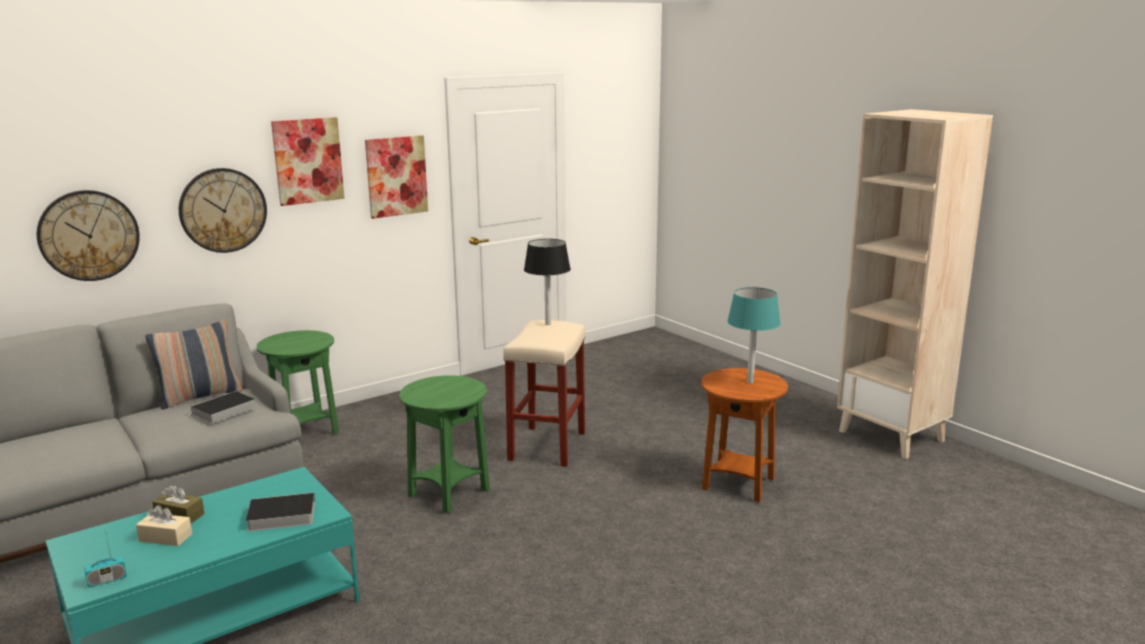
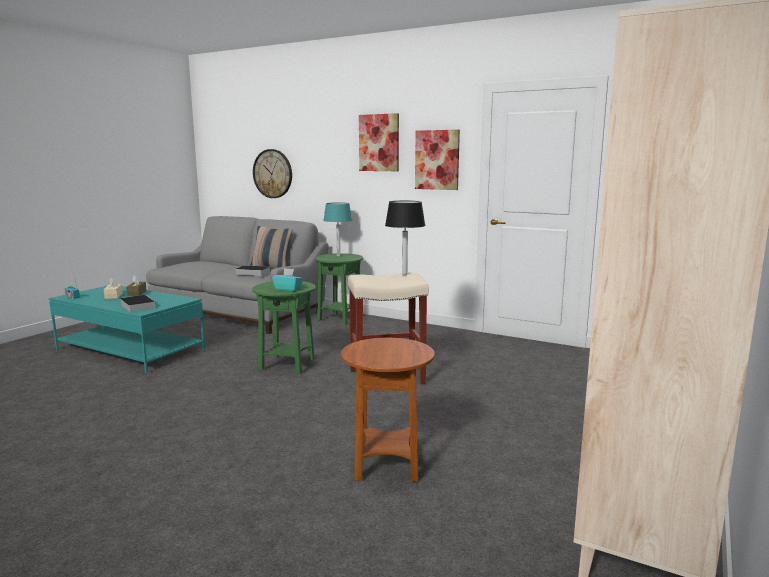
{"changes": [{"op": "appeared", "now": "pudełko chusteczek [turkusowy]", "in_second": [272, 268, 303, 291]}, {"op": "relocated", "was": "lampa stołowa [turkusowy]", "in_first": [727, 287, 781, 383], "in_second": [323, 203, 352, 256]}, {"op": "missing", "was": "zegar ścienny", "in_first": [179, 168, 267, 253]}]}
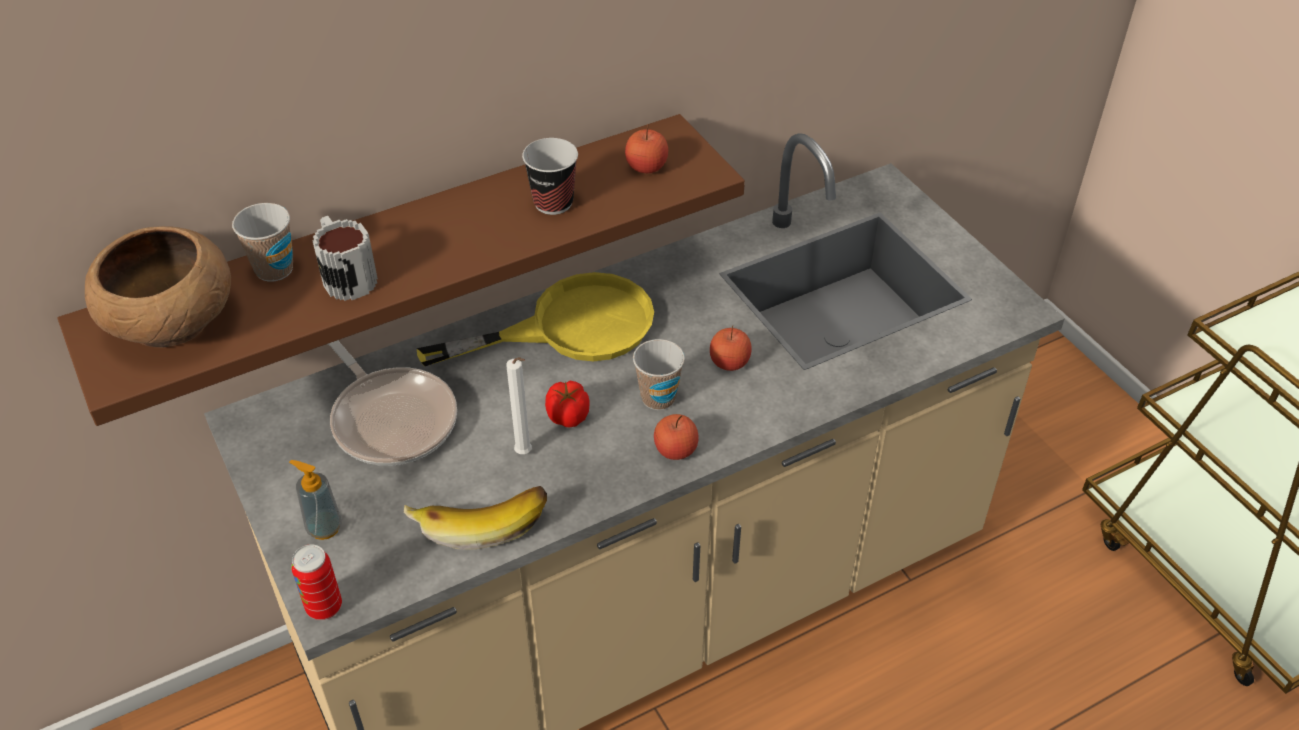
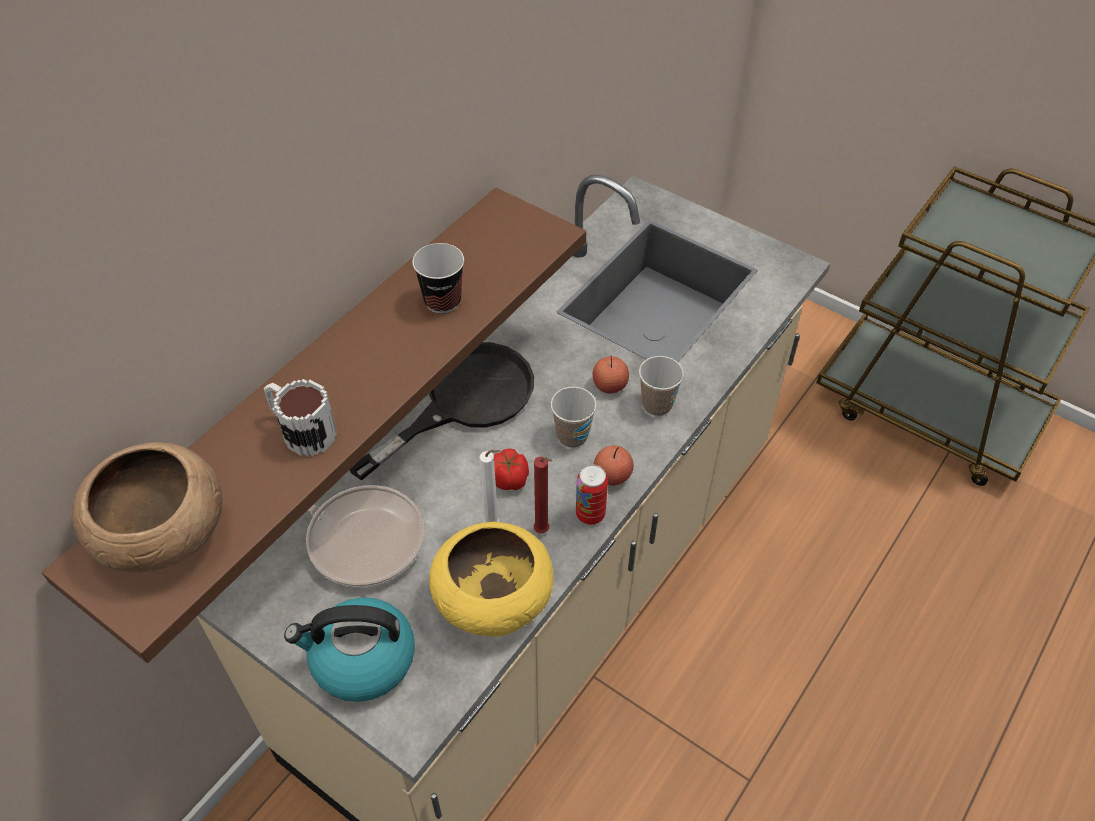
{"changes": [{"op": "exchanged", "was": "dozownik mydła", "now": "czajnik", "in_first": [289, 460, 342, 540], "in_second": [284, 597, 415, 702]}, {"op": "colour", "was": "patelnia [żółty]", "now": "patelnia [czarny]", "in_first": [417, 272, 654, 366], "in_second": [349, 342, 534, 481]}, {"op": "exchanged", "was": "banan", "now": "miska [żółty]", "in_first": [404, 486, 547, 550], "in_second": [429, 522, 553, 636]}, {"op": "appeared", "now": "świeca [czerwony]", "in_second": [534, 457, 553, 533]}, {"op": "relocated", "was": "puszka", "in_first": [291, 544, 342, 620], "in_second": [576, 464, 608, 525]}, {"op": "relocated", "was": "filiżanka", "in_first": [232, 203, 293, 282], "in_second": [639, 356, 684, 416]}, {"op": "missing", "was": "jabłko", "in_first": [625, 124, 668, 173]}]}
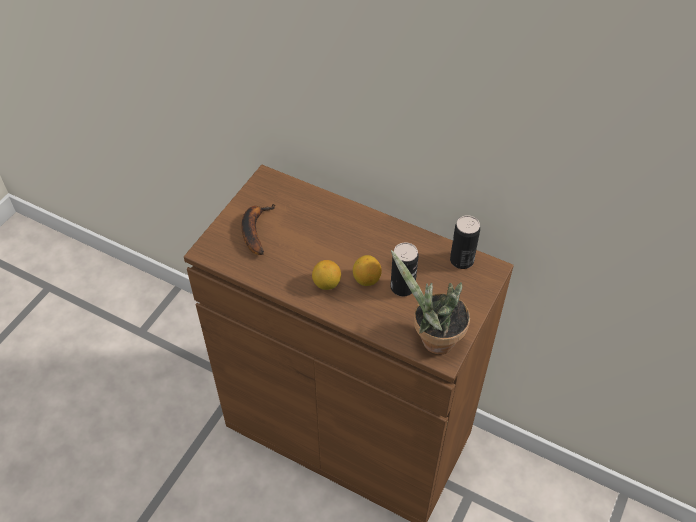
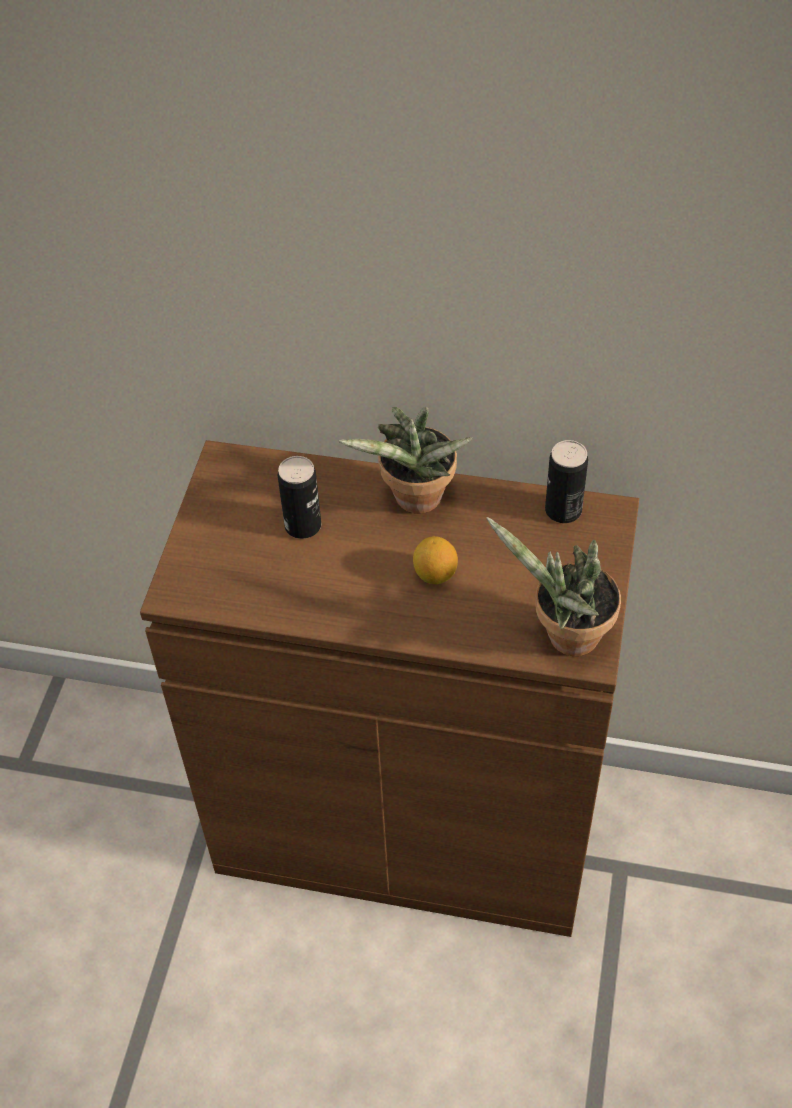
{"changes": [{"op": "relocated", "was": "puszka", "in_first": [391, 242, 419, 296], "in_second": [278, 456, 321, 539]}, {"op": "appeared", "now": "roślina doniczkowa", "in_second": [338, 407, 473, 514]}, {"op": "missing", "was": "banan", "in_first": [241, 204, 276, 255]}, {"op": "missing", "was": "cytryna", "in_first": [312, 260, 341, 290]}]}
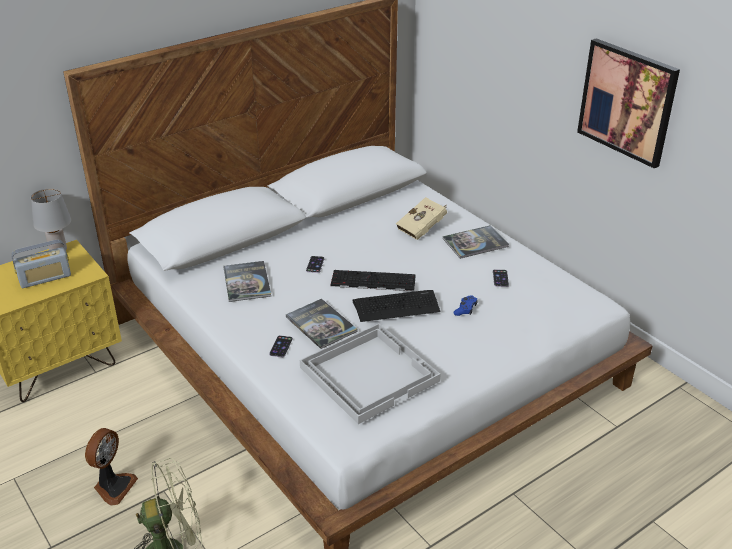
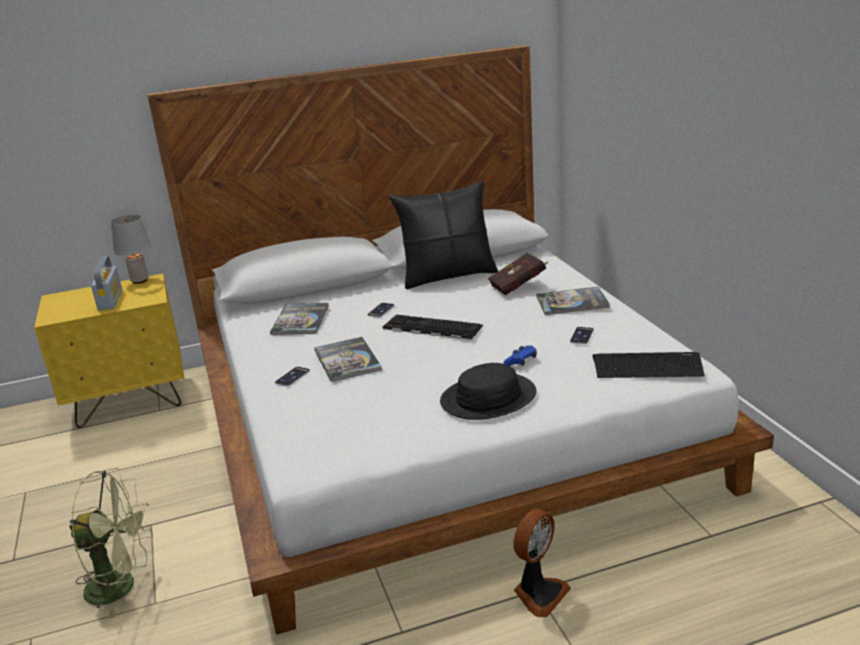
{"changes": [{"op": "spun", "was": "radio", "in_first": [11, 240, 71, 288], "in_second": [91, 256, 122, 311], "clockwise": -90}, {"op": "appeared", "now": "poduszka [czarny]", "in_second": [389, 181, 498, 289]}, {"op": "appeared", "now": "kapelusz [czarny]", "in_second": [440, 363, 537, 420]}, {"op": "colour", "was": "książka [beżowy]", "now": "książka [czerwony]", "in_first": [396, 197, 447, 240], "in_second": [488, 252, 549, 296]}, {"op": "relocated", "was": "wentylator", "in_first": [85, 428, 138, 506], "in_second": [513, 509, 571, 617]}, {"op": "relocated", "was": "klawiatura", "in_first": [352, 290, 440, 322], "in_second": [593, 352, 705, 378]}, {"op": "missing", "was": "taca [biały]", "in_first": [300, 324, 440, 424]}, {"op": "missing", "was": "obraz", "in_first": [577, 38, 680, 168]}]}
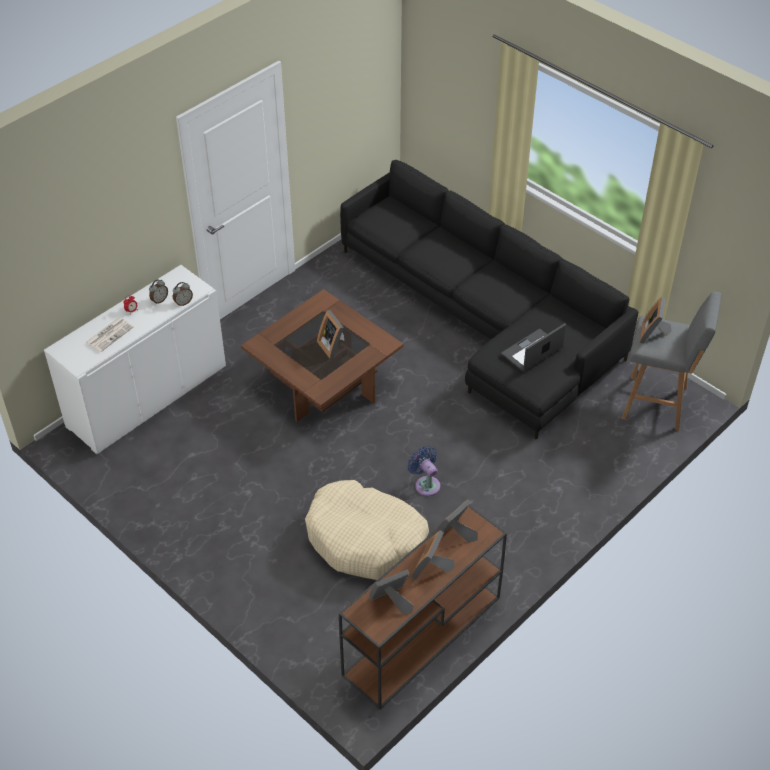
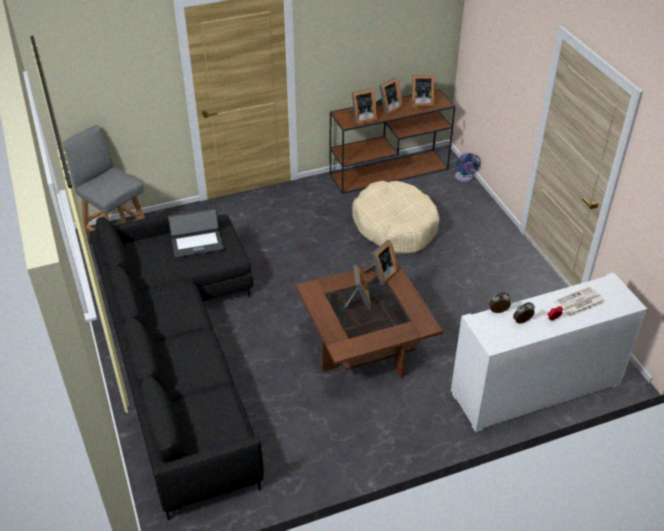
{"changes": [{"op": "relocated", "was": "ramka na zdjęcie", "in_first": [640, 297, 672, 344], "in_second": [364, 240, 399, 285]}, {"op": "relocated", "was": "wentylator [niebieski]", "in_first": [407, 446, 440, 496], "in_second": [455, 153, 480, 182]}]}
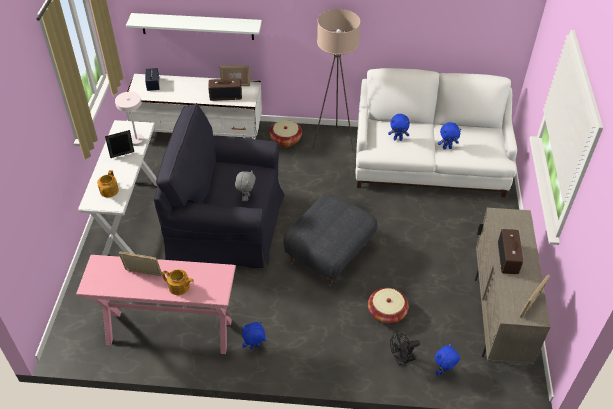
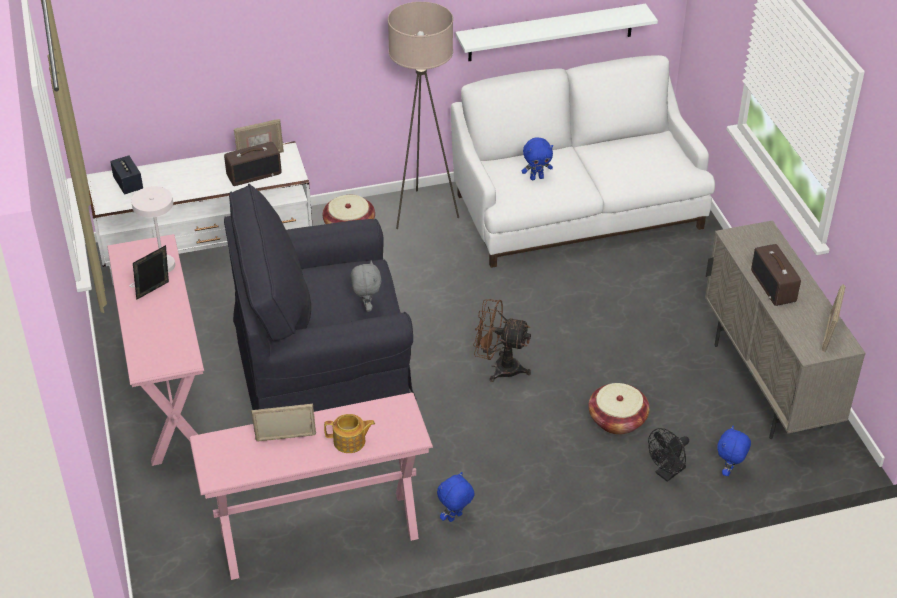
{"changes": [{"op": "colour", "was": "stolik konsolowy [biały]", "now": "stolik konsolowy [różowy]", "in_first": [78, 120, 157, 256], "in_second": [107, 234, 204, 466]}, {"op": "relocated", "was": "półka [biały]", "in_first": [126, 13, 262, 40], "in_second": [456, 4, 658, 61]}, {"op": "exchanged", "was": "pufa [szary]", "now": "wentylator [brązowy]", "in_first": [283, 194, 377, 287], "in_second": [473, 299, 531, 382]}, {"op": "missing", "was": "imbryk", "in_first": [97, 170, 119, 198]}, {"op": "missing", "was": "pluszak [niebieski]", "in_first": [438, 122, 461, 150]}]}
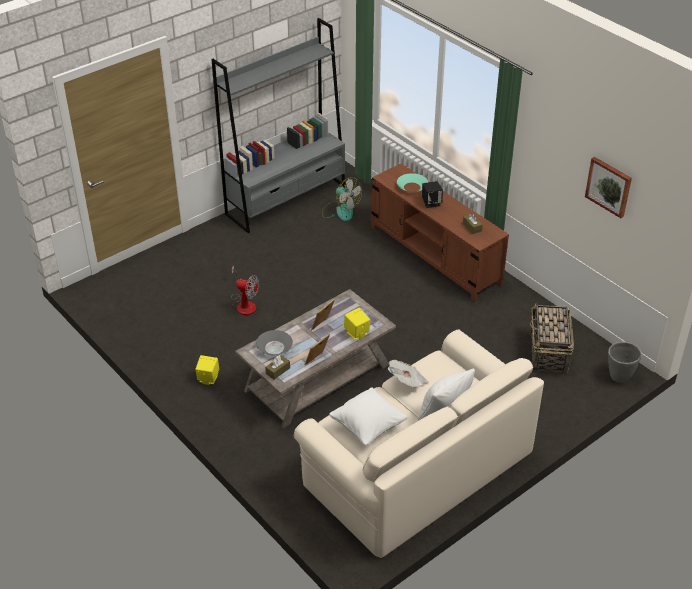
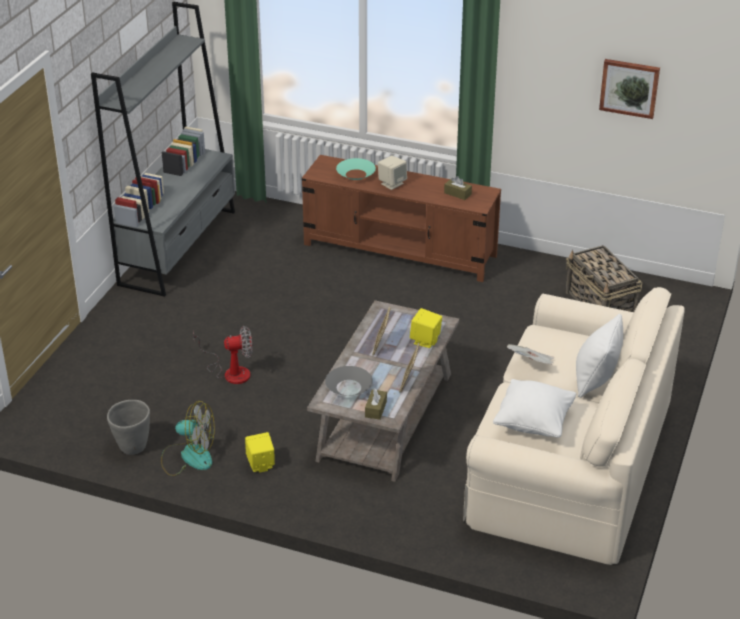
{"changes": [{"op": "relocated", "was": "donica [szary]", "in_first": [608, 342, 642, 383], "in_second": [107, 400, 150, 455]}, {"op": "relocated", "was": "wentylator", "in_first": [322, 177, 362, 221], "in_second": [161, 401, 215, 476]}, {"op": "colour", "was": "głośnik [czarny]", "now": "głośnik [beżowy]", "in_first": [422, 181, 443, 208], "in_second": [378, 156, 407, 190]}]}
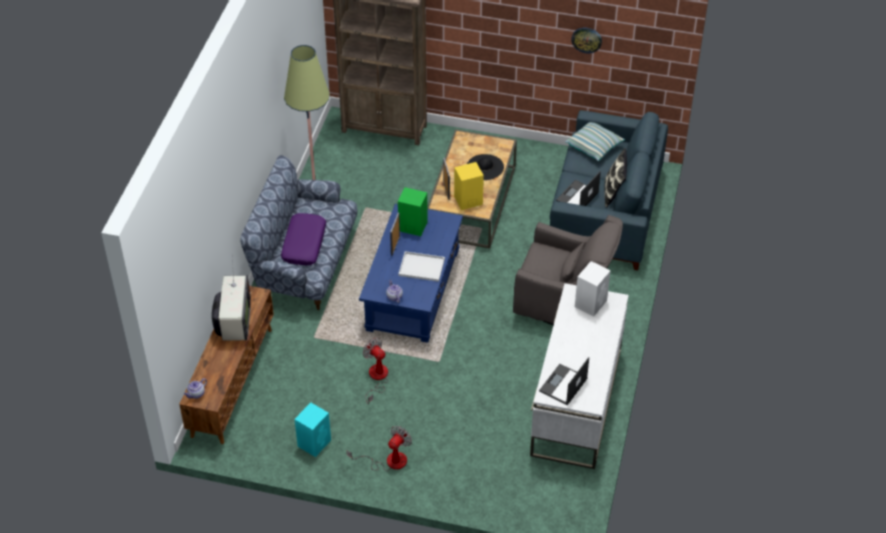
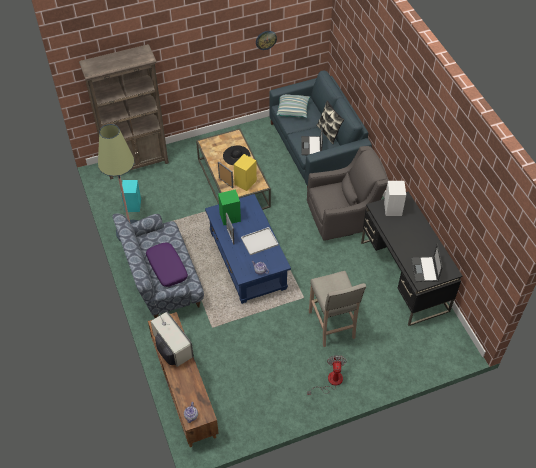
{"changes": [{"op": "relocated", "was": "głośnik [turkusowy]", "in_first": [295, 402, 331, 457], "in_second": [121, 180, 141, 212]}, {"op": "appeared", "now": "stołek [beżowy]", "in_second": [309, 271, 366, 347]}, {"op": "colour", "was": "biurko [biały]", "now": "biurko [czarny]", "in_first": [530, 283, 629, 469], "in_second": [361, 192, 463, 326]}, {"op": "missing", "was": "wentylator", "in_first": [363, 338, 388, 404]}]}
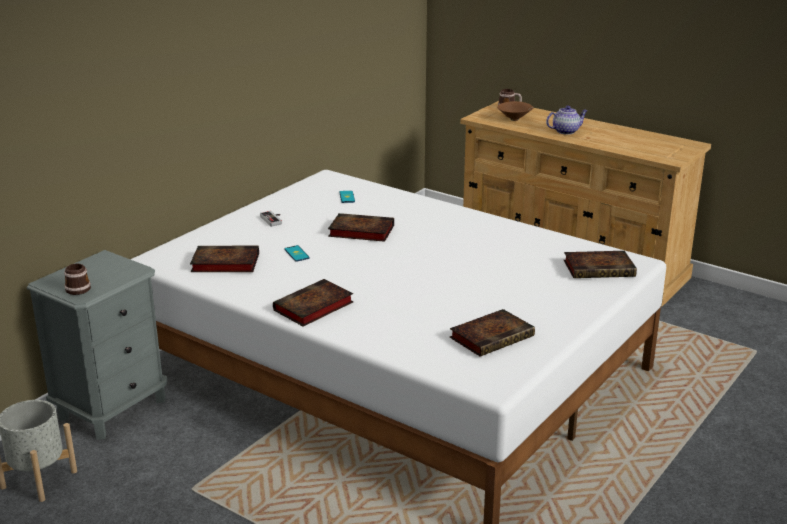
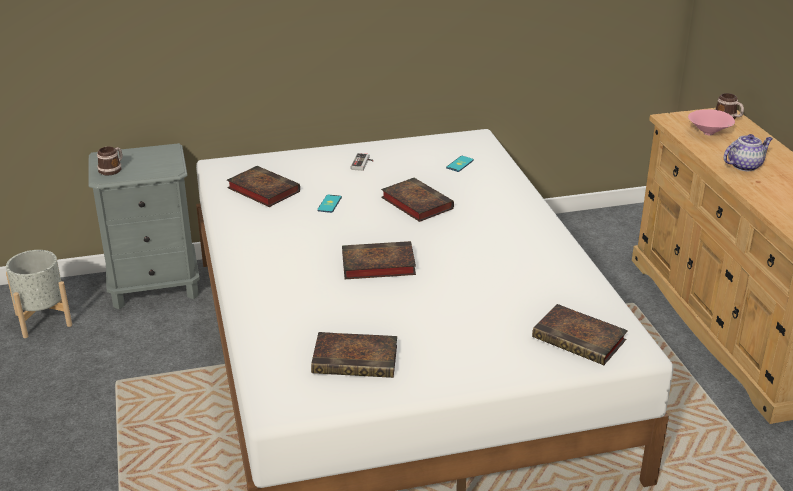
{"changes": [{"op": "relocated", "was": "książka", "in_first": [273, 279, 353, 326], "in_second": [342, 241, 416, 279]}, {"op": "colour", "was": "miska [brązowy]", "now": "miska [różowy]", "in_first": [497, 101, 534, 121], "in_second": [688, 109, 735, 135]}, {"op": "spun", "was": "imbryk", "in_first": [546, 106, 588, 135], "in_second": [724, 134, 773, 171], "clockwise": -45}]}
